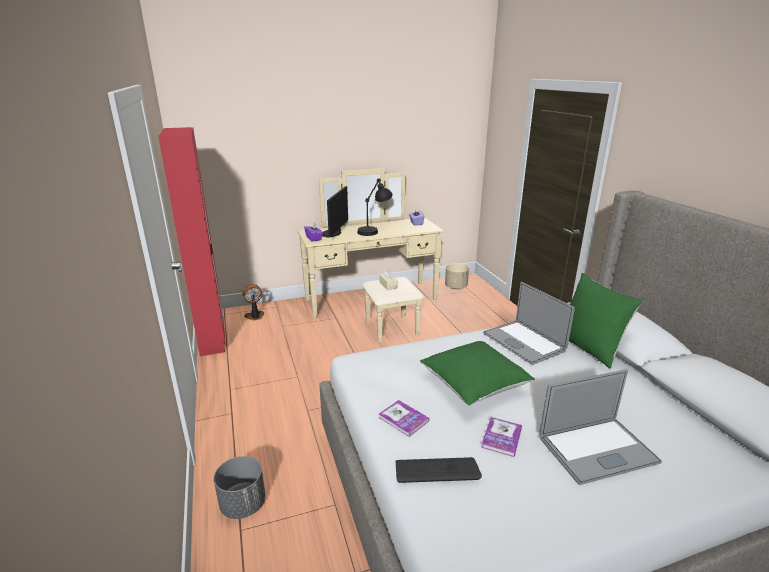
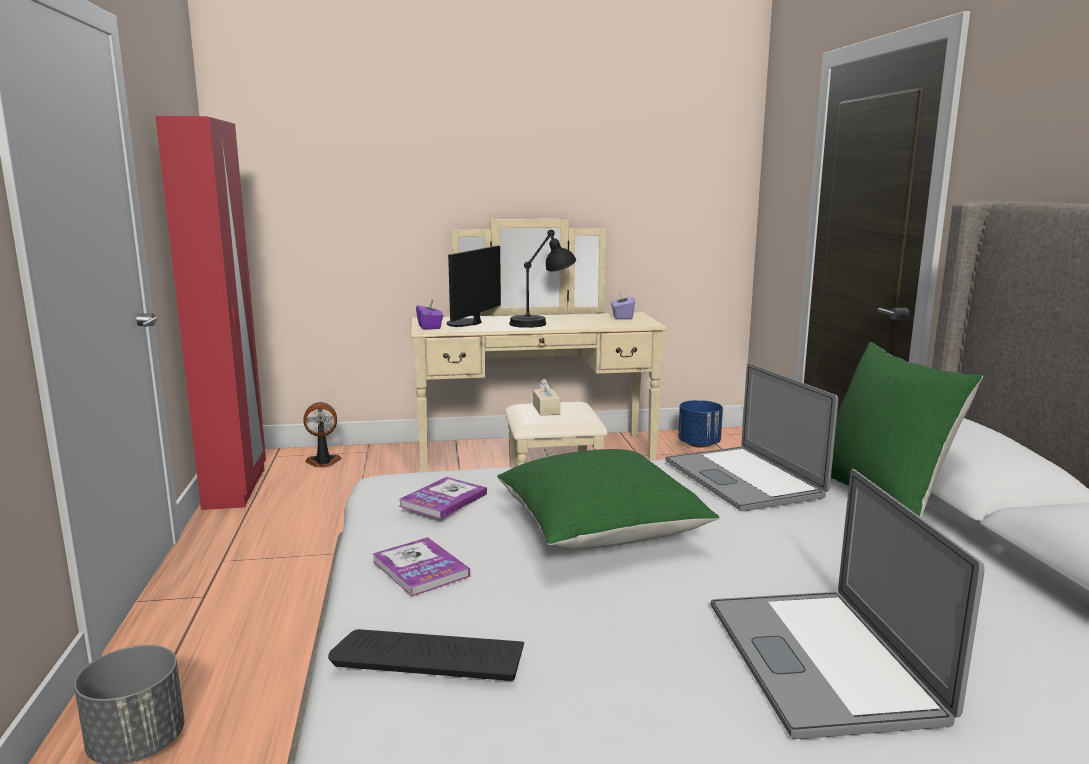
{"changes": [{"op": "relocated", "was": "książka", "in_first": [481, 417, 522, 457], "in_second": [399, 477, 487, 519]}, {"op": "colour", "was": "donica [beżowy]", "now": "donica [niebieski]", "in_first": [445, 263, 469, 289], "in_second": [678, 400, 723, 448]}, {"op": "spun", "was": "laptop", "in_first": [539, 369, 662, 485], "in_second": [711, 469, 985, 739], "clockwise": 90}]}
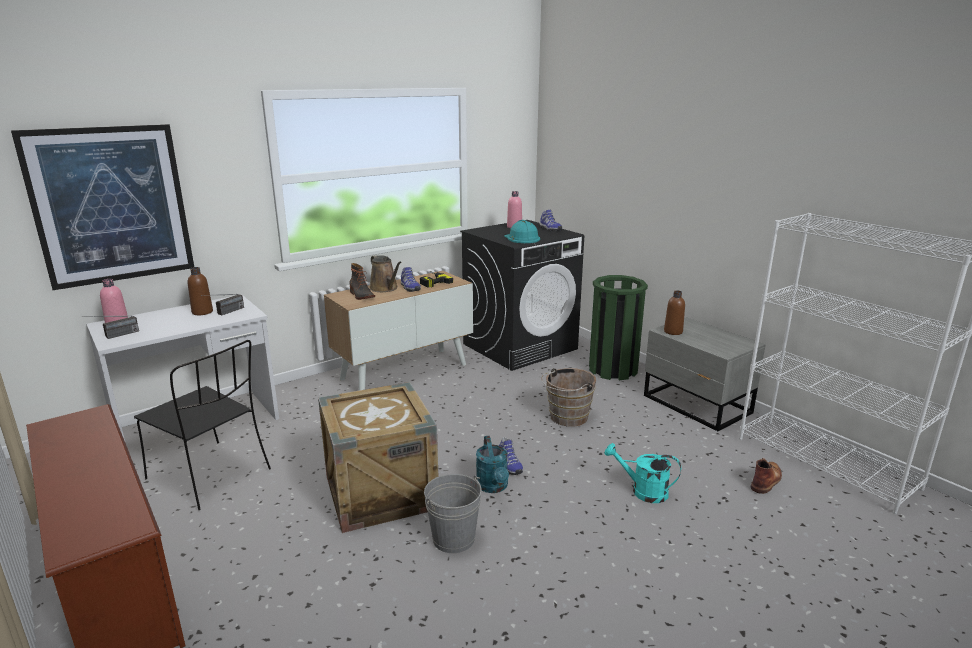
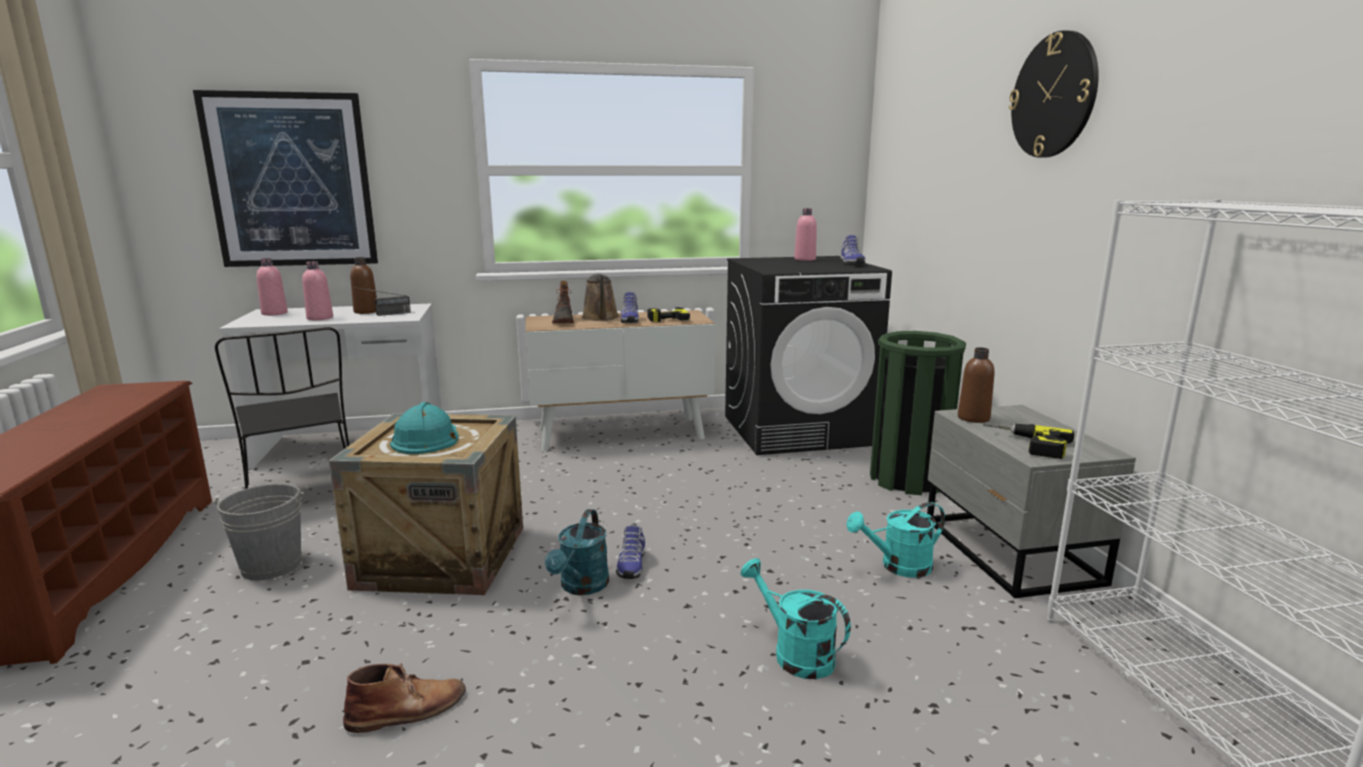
{"changes": [{"op": "relocated", "was": "wiadro [szary]", "in_first": [424, 474, 482, 553], "in_second": [211, 484, 304, 580]}, {"op": "appeared", "now": "butelka [różowy]", "in_second": [302, 261, 333, 320]}, {"op": "relocated", "was": "but z cholewką [brązowy]", "in_first": [751, 458, 782, 494], "in_second": [343, 663, 466, 733]}, {"op": "relocated", "was": "kask [turkusowy]", "in_first": [504, 220, 540, 243], "in_second": [390, 402, 459, 454]}, {"op": "appeared", "now": "konewka [turkusowy]", "in_second": [846, 502, 945, 578]}, {"op": "appeared", "now": "wiertarka", "in_second": [983, 424, 1075, 459]}, {"op": "appeared", "now": "zegar ścienny", "in_second": [1009, 30, 1099, 158]}, {"op": "missing", "was": "radio", "in_first": [82, 315, 139, 339]}, {"op": "missing", "was": "wiadro [brązowy]", "in_first": [541, 368, 596, 427]}]}
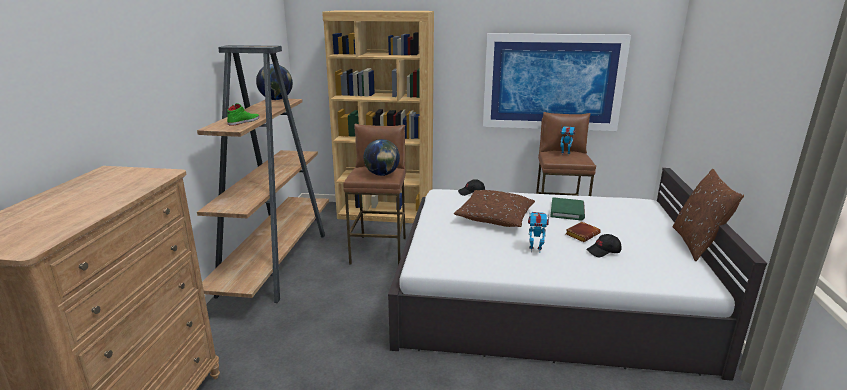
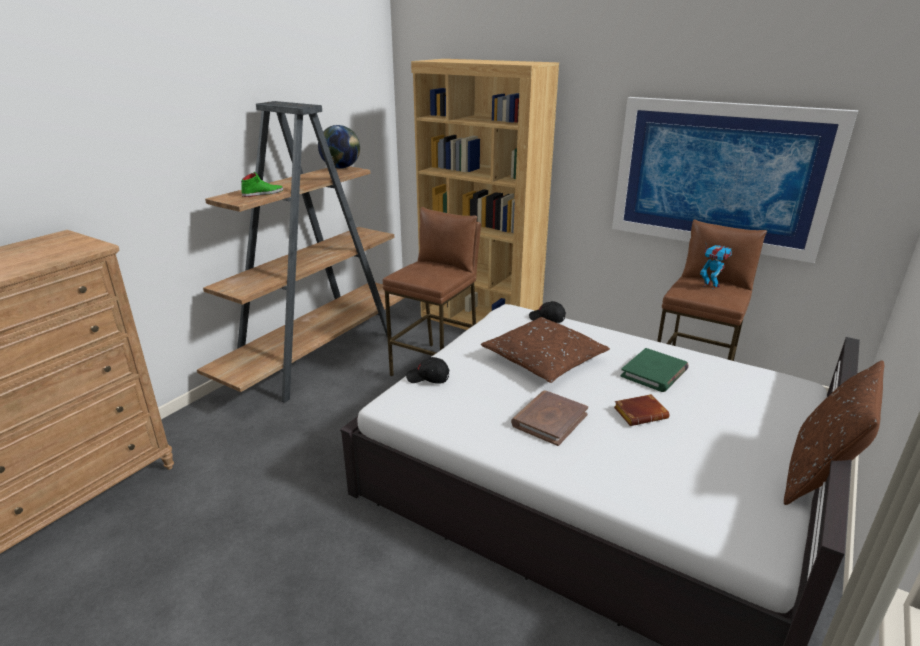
{"changes": [{"op": "relocated", "was": "czapka z daszkiem [czarny]", "in_first": [586, 234, 621, 257], "in_second": [406, 357, 449, 384]}, {"op": "exchanged", "was": "robot zabawkowy", "now": "książka [brązowy]", "in_first": [528, 212, 549, 253], "in_second": [511, 391, 588, 446]}, {"op": "missing", "was": "globus", "in_first": [363, 139, 400, 176]}]}
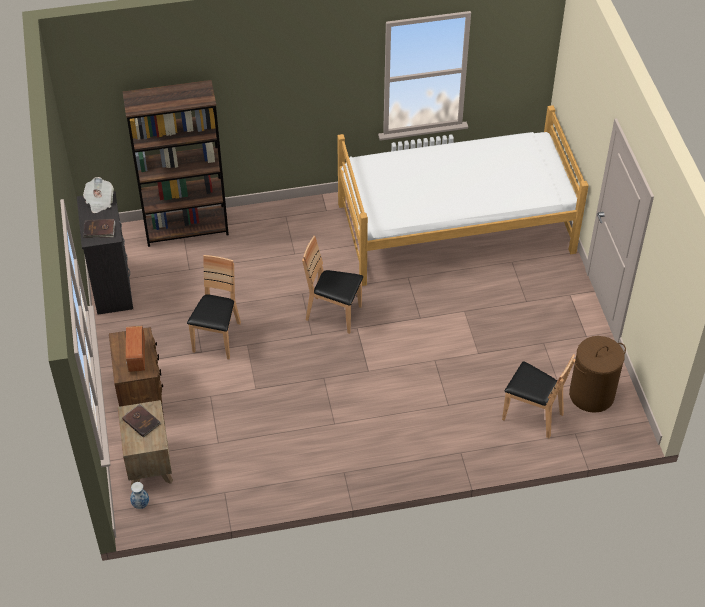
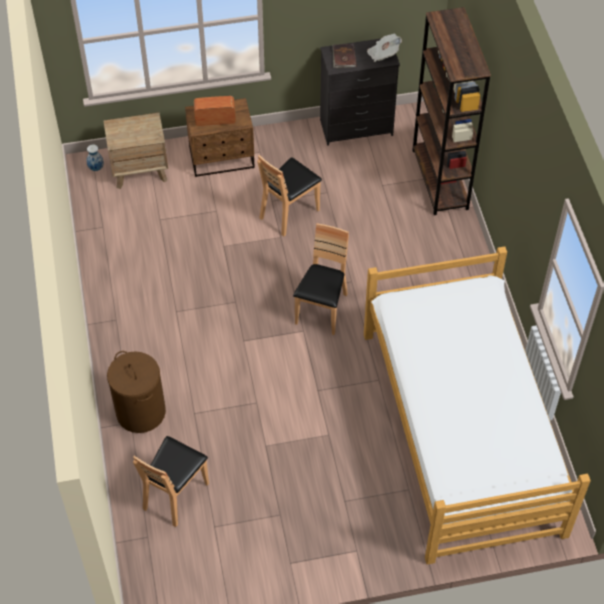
{"changes": [{"op": "relocated", "was": "kosz na pranie [brązowy]", "in_first": [569, 336, 626, 413], "in_second": [107, 351, 166, 433]}, {"op": "spun", "was": "krzesło [brązowy]", "in_first": [187, 255, 241, 359], "in_second": [257, 155, 322, 236], "clockwise": 120}, {"op": "missing", "was": "książka [brązowy]", "in_first": [122, 404, 161, 438]}]}
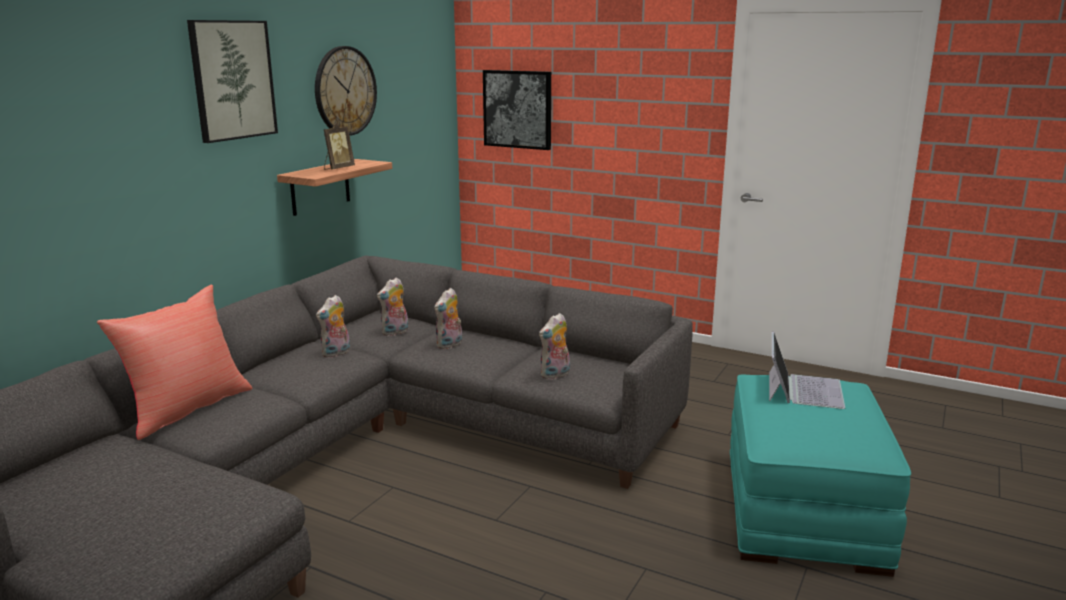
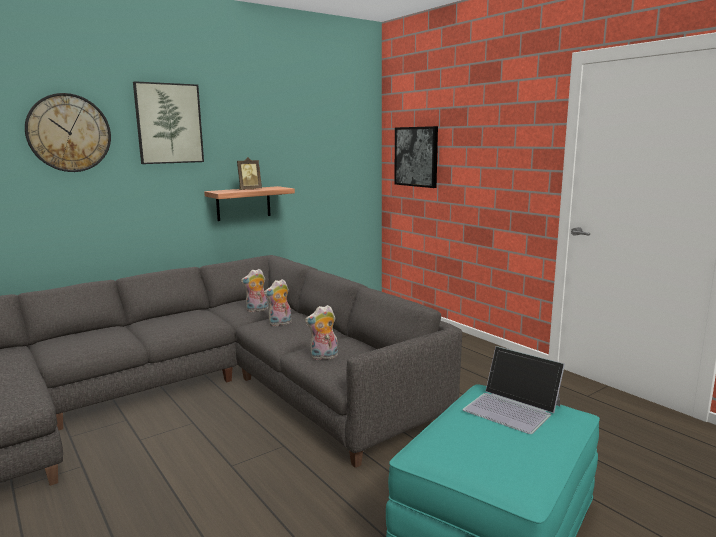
{"changes": [{"op": "relocated", "was": "zegar ścienny", "in_first": [315, 46, 377, 135], "in_second": [25, 93, 111, 172]}, {"op": "spun", "was": "laptop", "in_first": [769, 331, 845, 409], "in_second": [463, 346, 565, 434], "clockwise": 90}, {"op": "missing", "was": "poduszka [czerwony]", "in_first": [97, 285, 252, 440]}, {"op": "missing", "was": "pluszak", "in_first": [316, 295, 350, 358]}]}
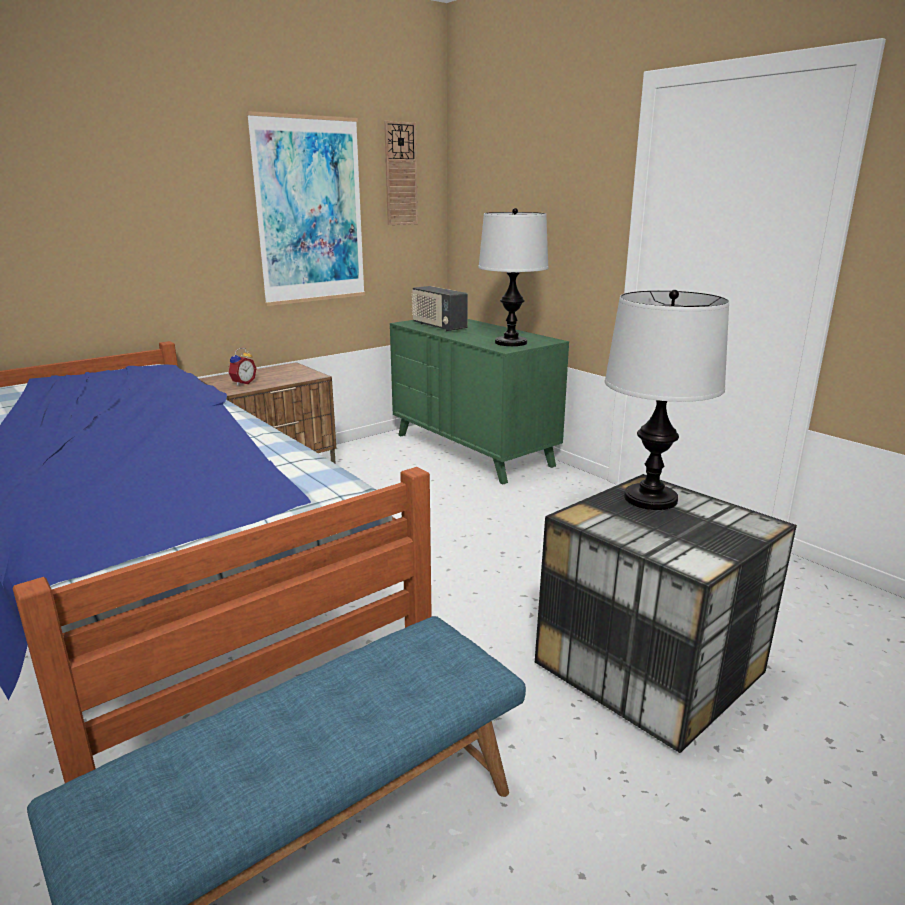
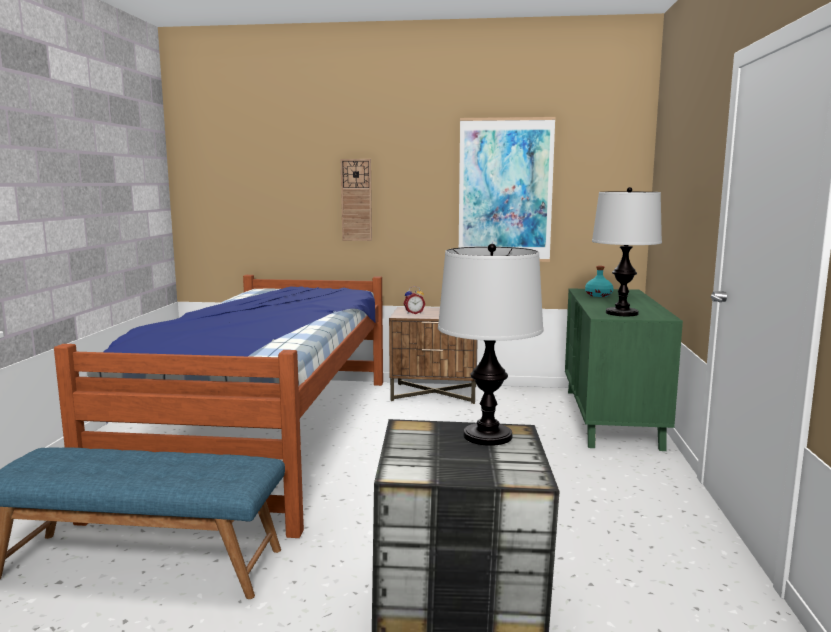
{"changes": [{"op": "relocated", "was": "zegar ścienny", "in_first": [384, 121, 418, 225], "in_second": [341, 159, 372, 241]}, {"op": "exchanged", "was": "radio", "now": "butelka [turkusowy]", "in_first": [411, 286, 468, 331], "in_second": [585, 266, 613, 297]}]}
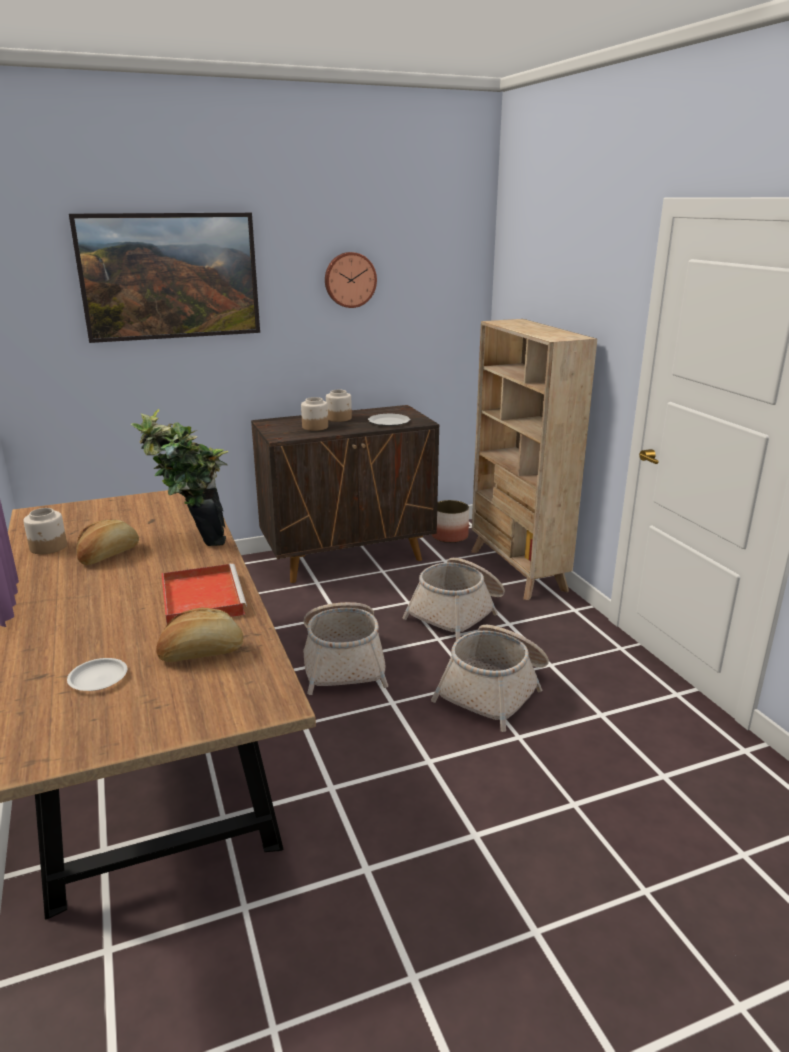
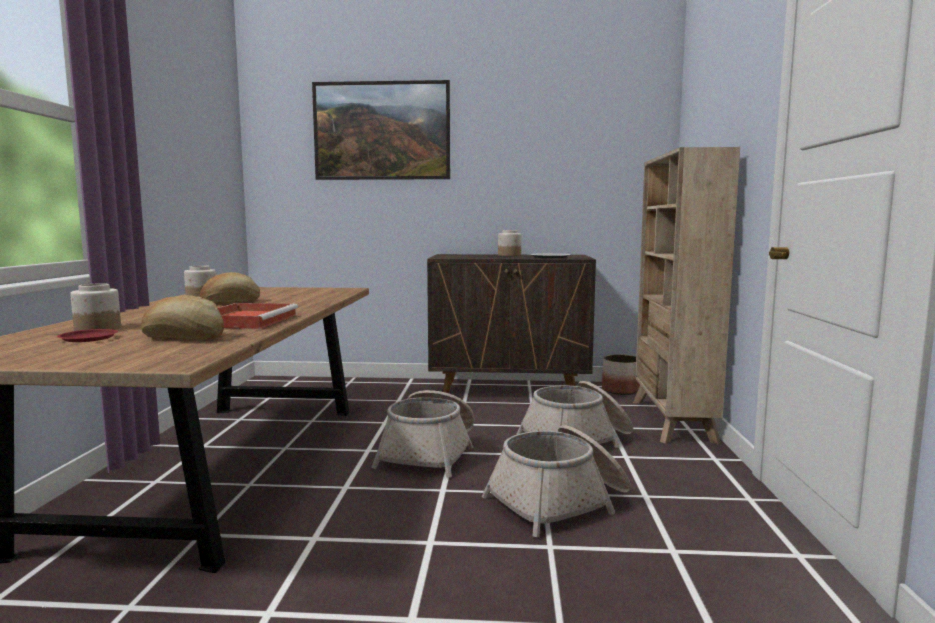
{"changes": [{"op": "colour", "was": "talerz [biały]", "now": "talerz [czerwony]", "in_first": [67, 658, 127, 691], "in_second": [57, 329, 118, 342]}, {"op": "relocated", "was": "słoik", "in_first": [301, 397, 328, 431], "in_second": [70, 283, 121, 331]}, {"op": "missing", "was": "roślina doniczkowa", "in_first": [131, 409, 228, 546]}, {"op": "missing", "was": "zegar ścienny", "in_first": [325, 252, 377, 308]}]}
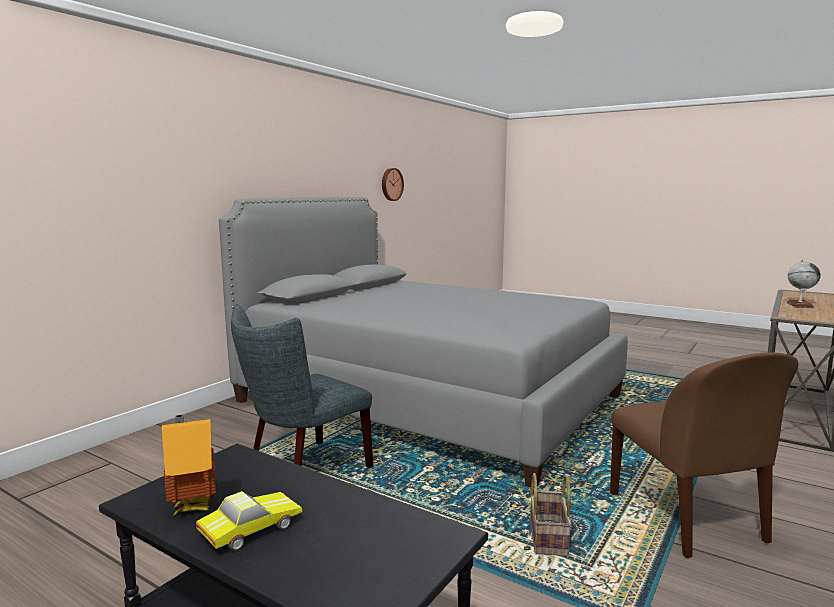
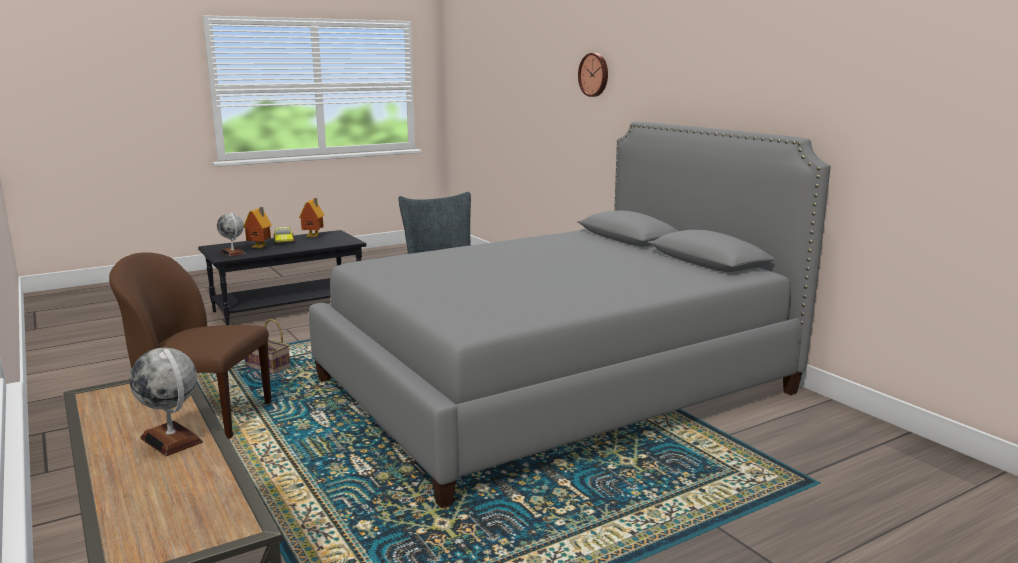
{"changes": [{"op": "appeared", "now": "globus", "in_second": [217, 213, 245, 257]}, {"op": "appeared", "now": "domek", "in_second": [244, 207, 272, 249]}, {"op": "relocated", "was": "zegar ścienny", "in_first": [382, 168, 404, 201], "in_second": [578, 53, 608, 97]}]}
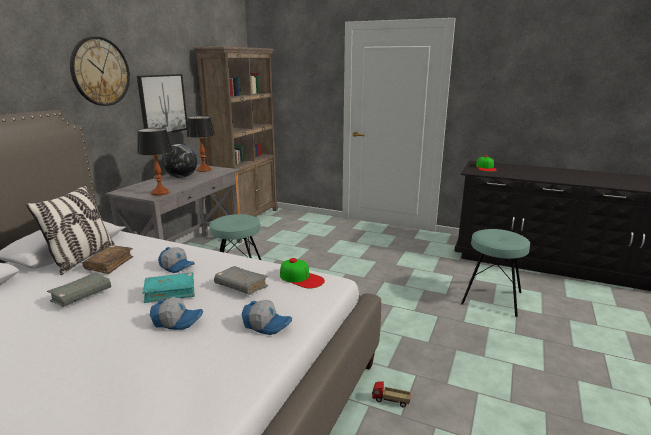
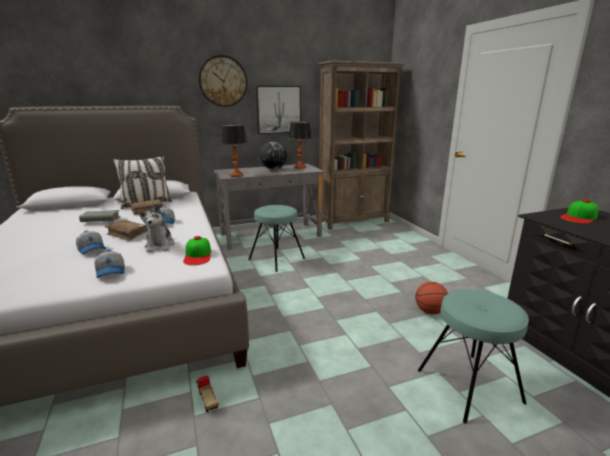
{"changes": [{"op": "colour", "was": "książka [turkusowy]", "now": "książka [brązowy]", "in_first": [142, 273, 195, 303], "in_second": [105, 220, 148, 241]}, {"op": "exchanged", "was": "książka [szary]", "now": "pluszak", "in_first": [214, 266, 269, 295], "in_second": [138, 203, 175, 252]}, {"op": "appeared", "now": "piłka do koszykówki", "in_second": [415, 282, 448, 314]}]}
